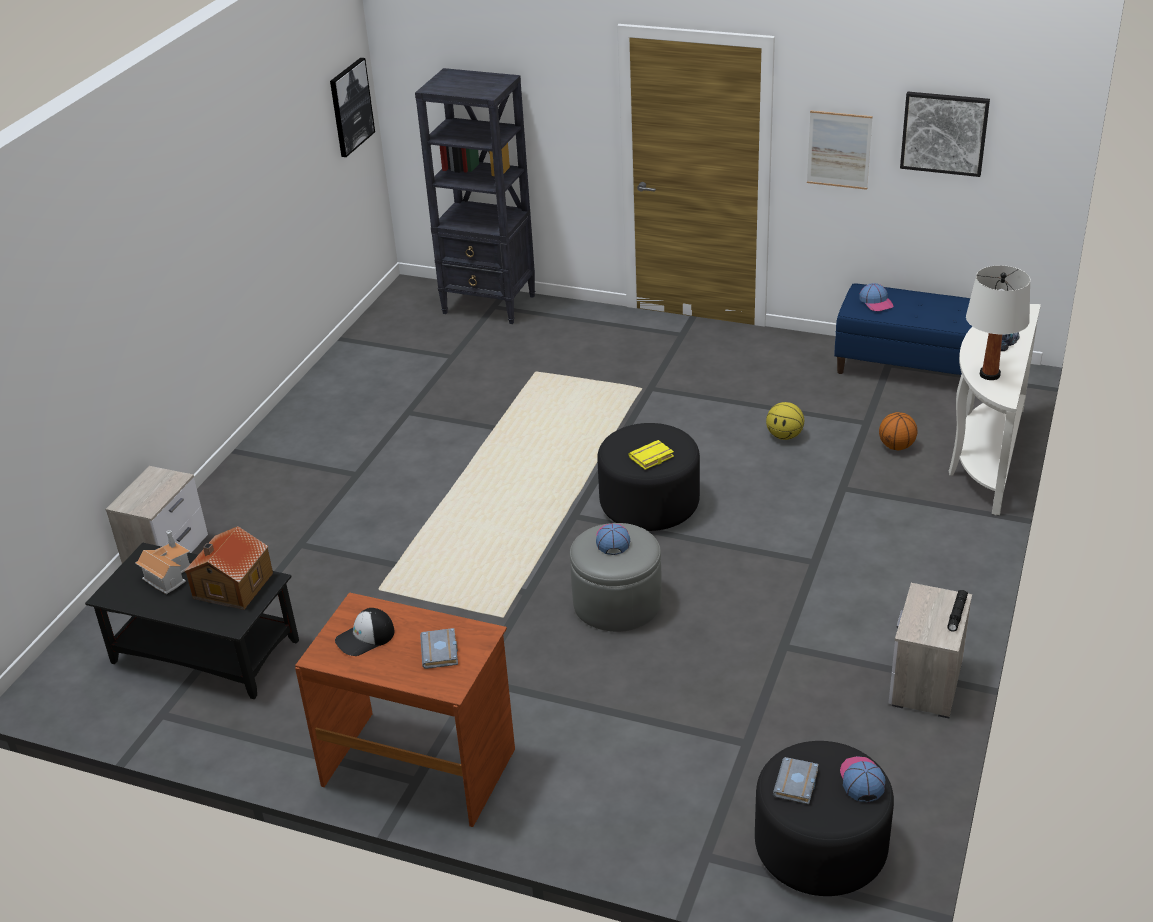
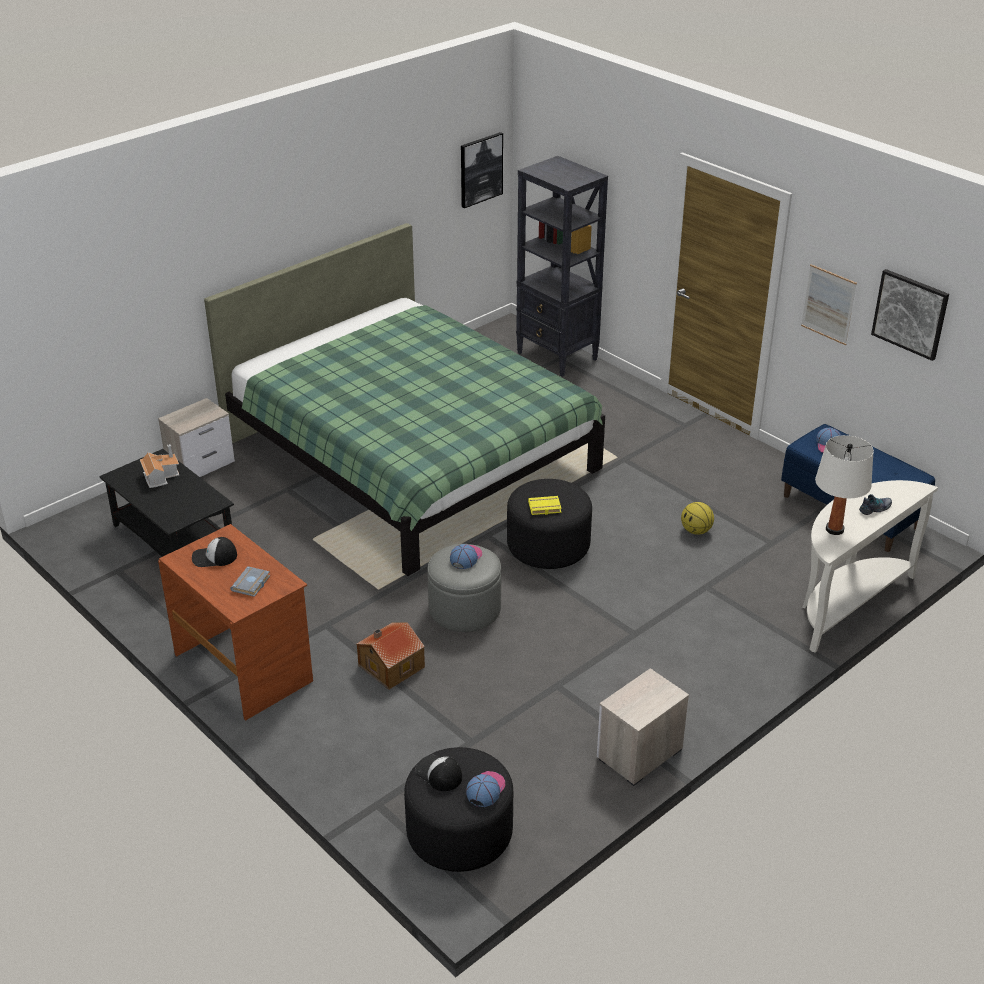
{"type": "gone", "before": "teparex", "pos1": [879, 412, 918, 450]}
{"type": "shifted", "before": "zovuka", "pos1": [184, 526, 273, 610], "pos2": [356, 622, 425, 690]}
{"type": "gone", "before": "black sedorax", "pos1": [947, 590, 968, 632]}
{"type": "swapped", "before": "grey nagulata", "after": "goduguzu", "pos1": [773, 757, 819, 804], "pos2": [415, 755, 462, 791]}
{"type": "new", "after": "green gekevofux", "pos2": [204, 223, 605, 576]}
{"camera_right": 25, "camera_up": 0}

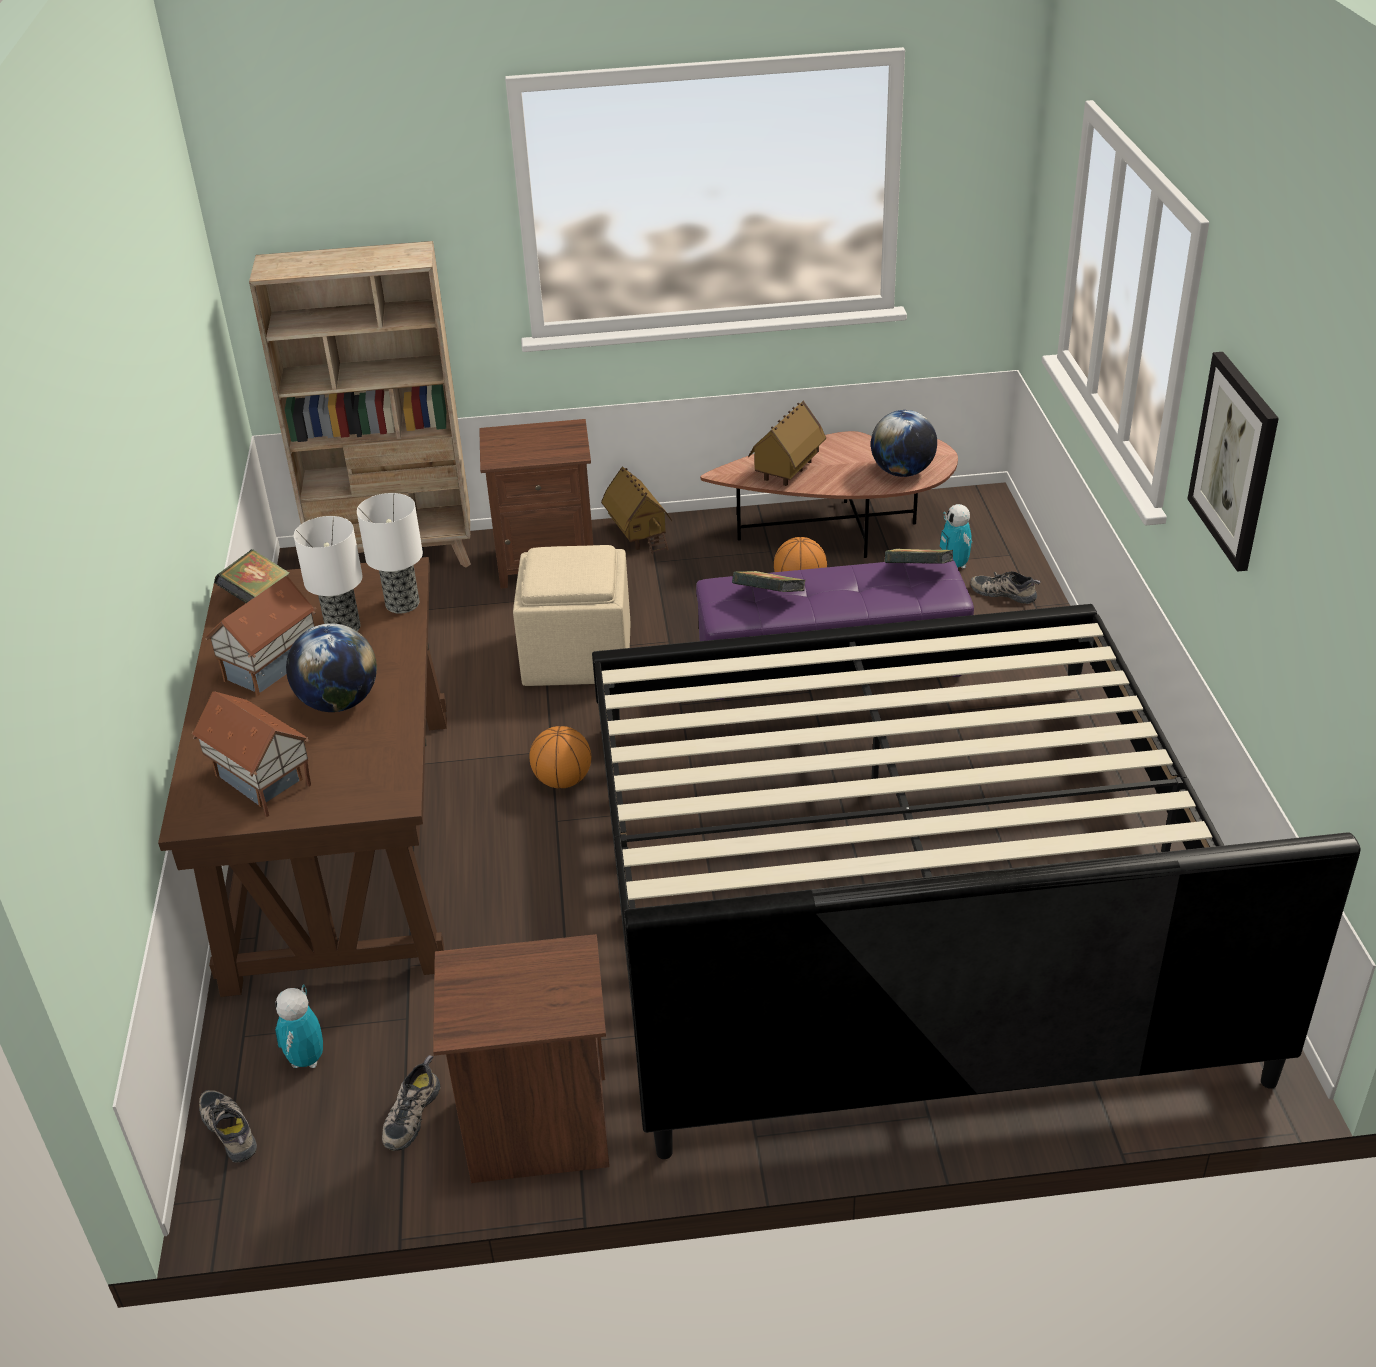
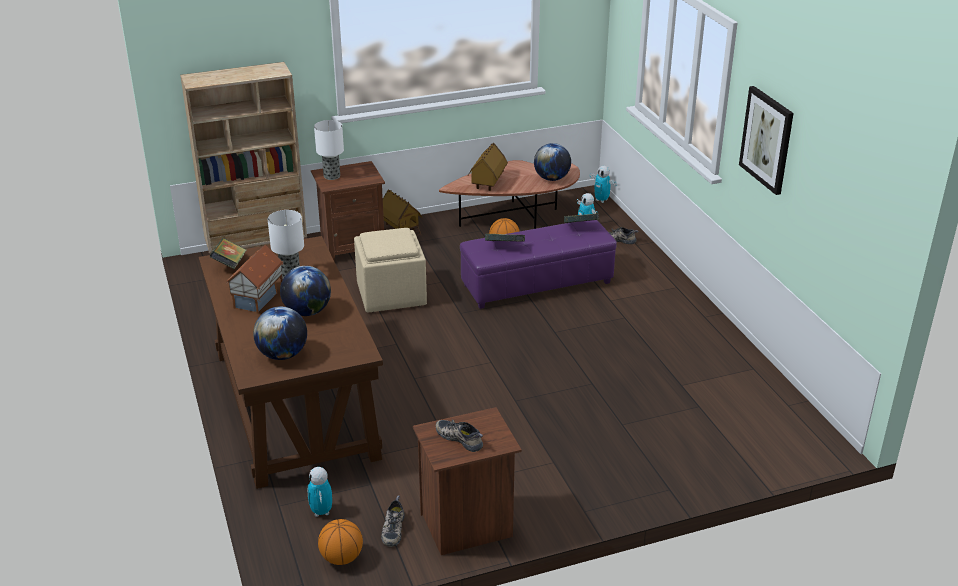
{"type": "shifted", "before": "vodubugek", "pos1": [357, 493, 423, 614], "pos2": [314, 120, 344, 180]}
{"type": "gone", "before": "gekevofux", "pos1": [592, 604, 1361, 1159]}
{"type": "swapped", "before": "zovuka", "after": "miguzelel", "pos1": [192, 691, 311, 817], "pos2": [253, 307, 307, 360]}
{"type": "shifted", "before": "teparex", "pos1": [529, 726, 591, 788], "pos2": [318, 519, 363, 565]}
{"type": "shifted", "before": "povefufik", "pos1": [199, 1090, 257, 1162], "pos2": [436, 420, 483, 452]}
{"type": "new", "after": "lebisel", "pos2": [590, 166, 617, 203]}
{"camera_right": -15, "camera_up": -5}

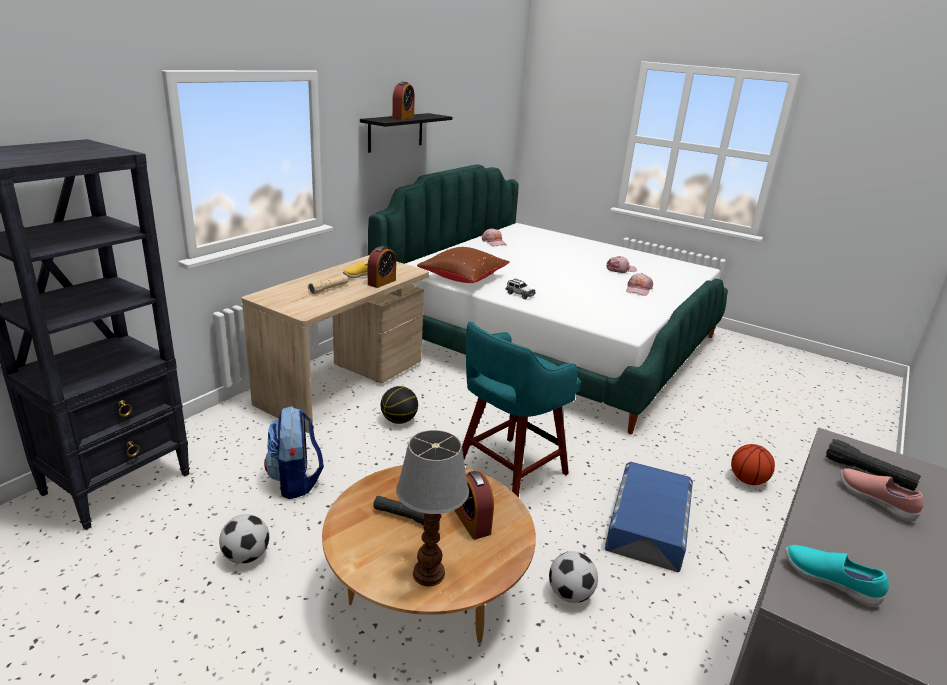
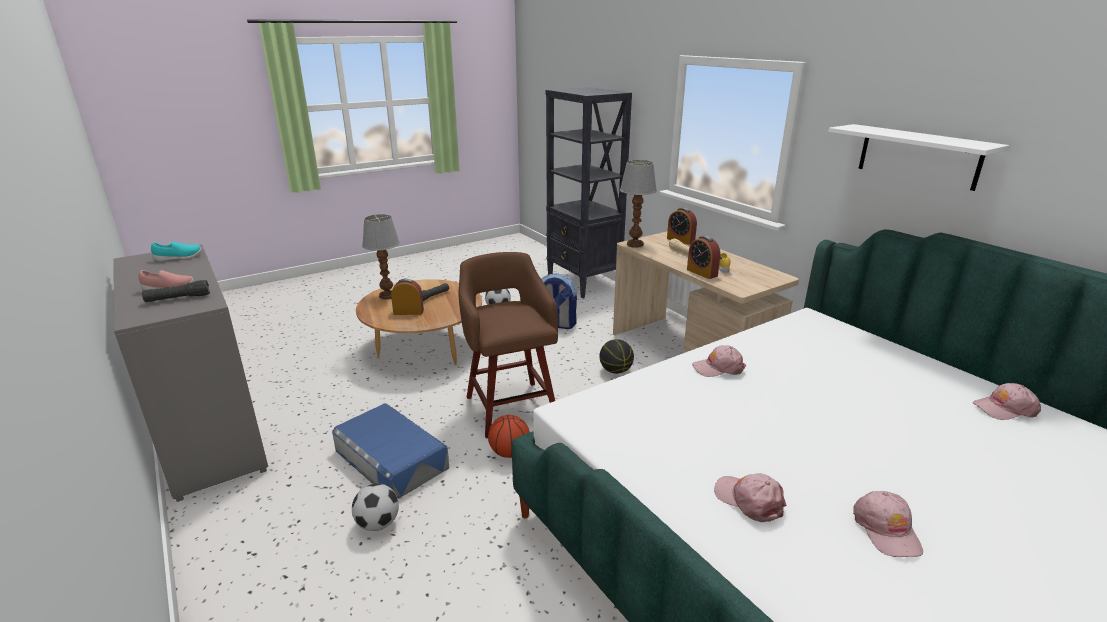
{"type": "shifted", "before": "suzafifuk", "pos1": [392, 81, 415, 120], "pos2": [667, 208, 697, 245]}
{"type": "repainted", "before": "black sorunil", "after": "white sorunil", "pos1": [360, 113, 452, 153], "pos2": [828, 124, 1010, 191]}
{"type": "gone", "before": "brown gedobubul", "pos1": [417, 247, 510, 283]}
{"type": "swapped", "before": "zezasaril", "after": "pink goduguzu", "pos1": [505, 279, 536, 299], "pos2": [692, 345, 746, 377]}
{"type": "repainted", "before": "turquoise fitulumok", "after": "brown fitulumok", "pos1": [462, 322, 581, 498], "pos2": [458, 252, 558, 439]}
{"type": "shifted", "before": "teparex", "pos1": [731, 444, 775, 485], "pos2": [488, 415, 530, 458]}
{"type": "shifted", "before": "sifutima", "pos1": [549, 551, 598, 603], "pos2": [352, 484, 399, 531]}
{"type": "new", "after": "vodubugek", "pos2": [620, 160, 657, 248]}
{"camera_right": 115, "camera_up": 0}

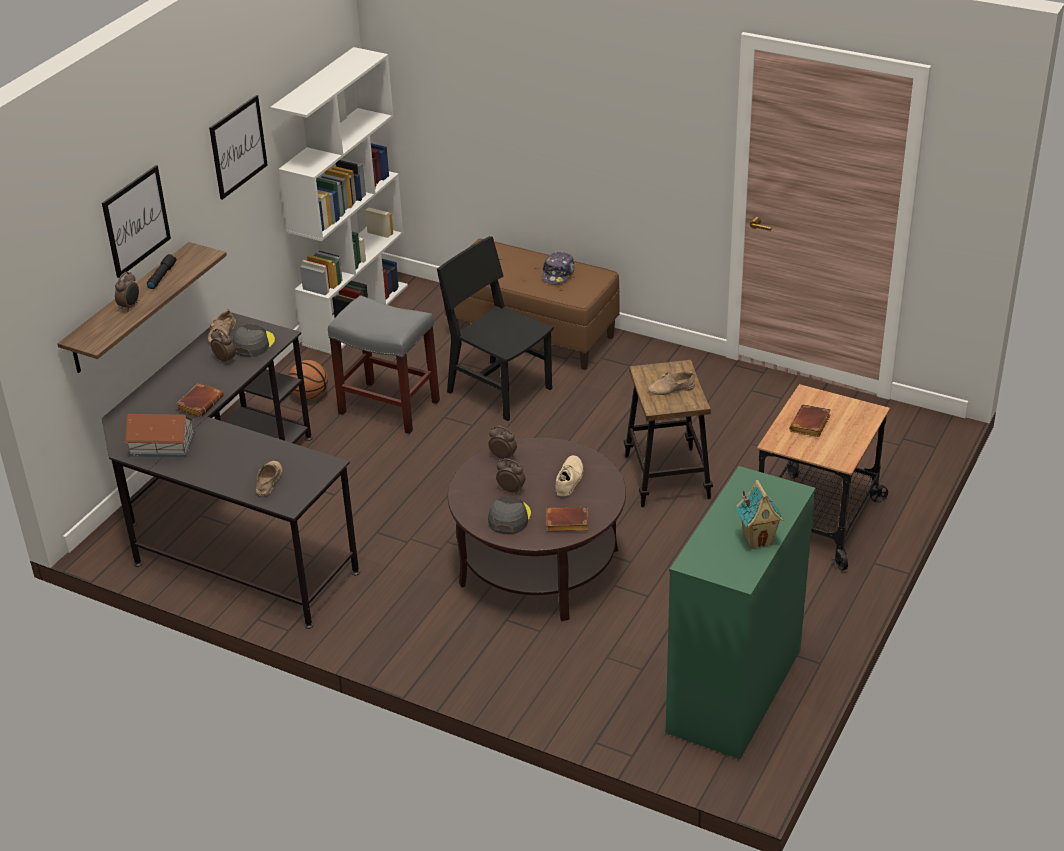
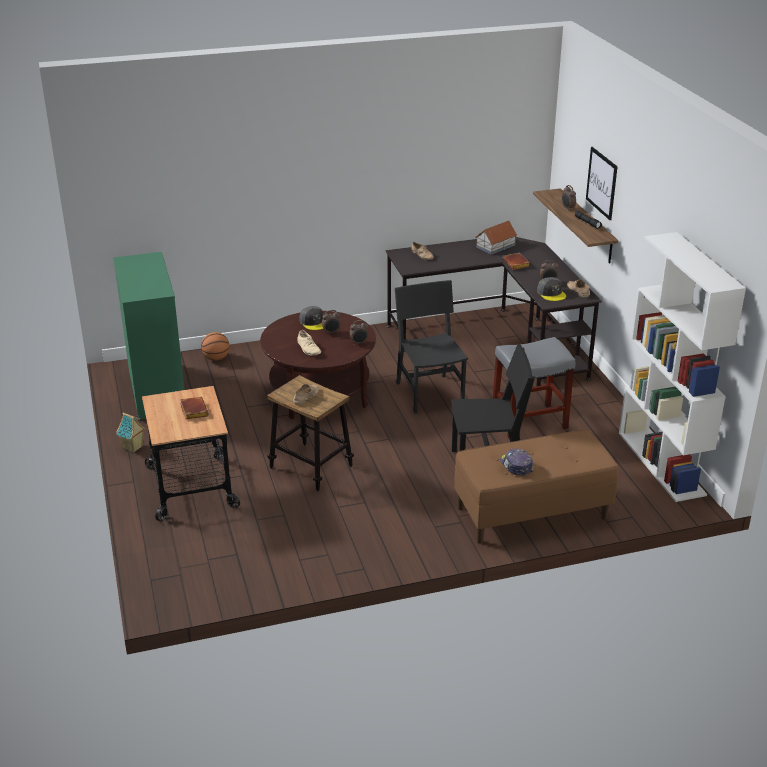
{"type": "gone", "before": "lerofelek", "pos1": [209, 95, 268, 200]}
{"type": "shifted", "before": "teparex", "pos1": [288, 360, 328, 400], "pos2": [201, 332, 230, 361]}
{"type": "shifted", "before": "zovuka", "pos1": [736, 480, 784, 549], "pos2": [116, 413, 146, 453]}
{"type": "gone", "before": "brown nagulata", "pos1": [546, 507, 588, 532]}
{"type": "new", "after": "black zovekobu", "pos2": [395, 280, 468, 414]}
{"camera_right": 135, "camera_up": -5}

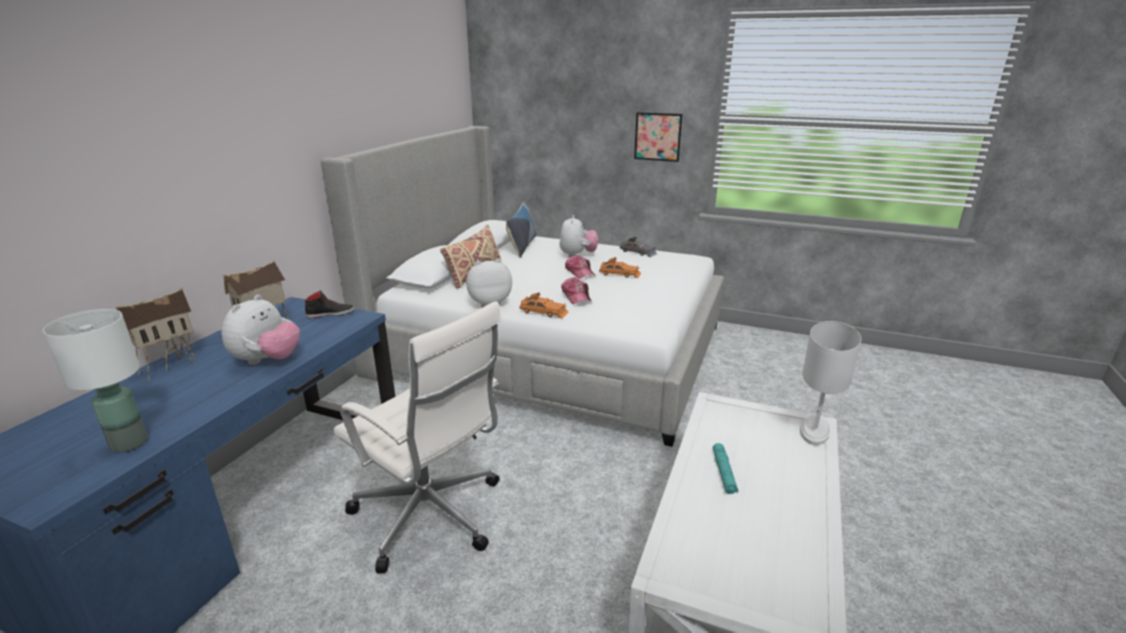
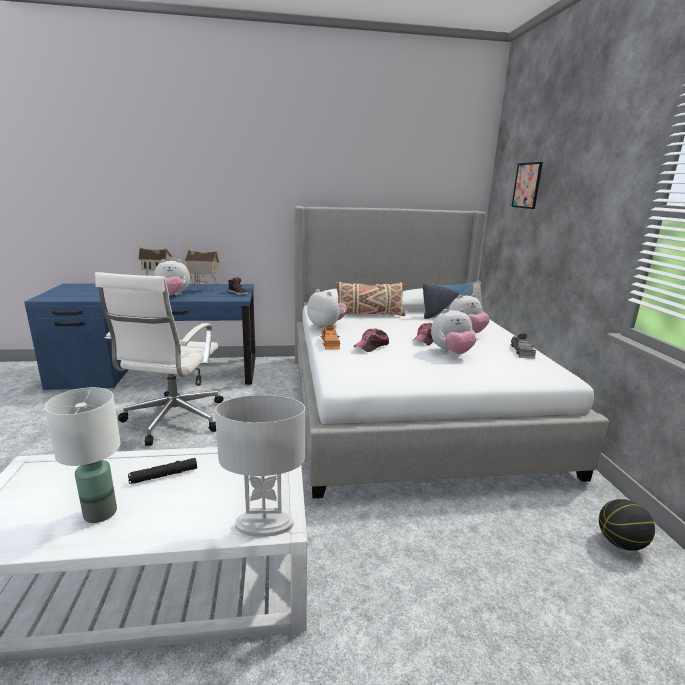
{"type": "shifted", "before": "lerofelek", "pos1": [634, 112, 683, 162], "pos2": [511, 162, 543, 209]}
{"type": "swapped", "before": "orange zezasaril", "after": "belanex", "pos1": [599, 257, 641, 278], "pos2": [431, 309, 477, 354]}
{"type": "shifted", "before": "white vodubugek", "pos1": [43, 309, 148, 452], "pos2": [44, 387, 120, 523]}
{"type": "repainted", "before": "turquoise sedorax", "after": "black sedorax", "pos1": [713, 443, 738, 494], "pos2": [128, 458, 197, 484]}
{"type": "new", "after": "teparex", "pos2": [599, 499, 655, 551]}
{"camera_right": 60, "camera_up": -5}

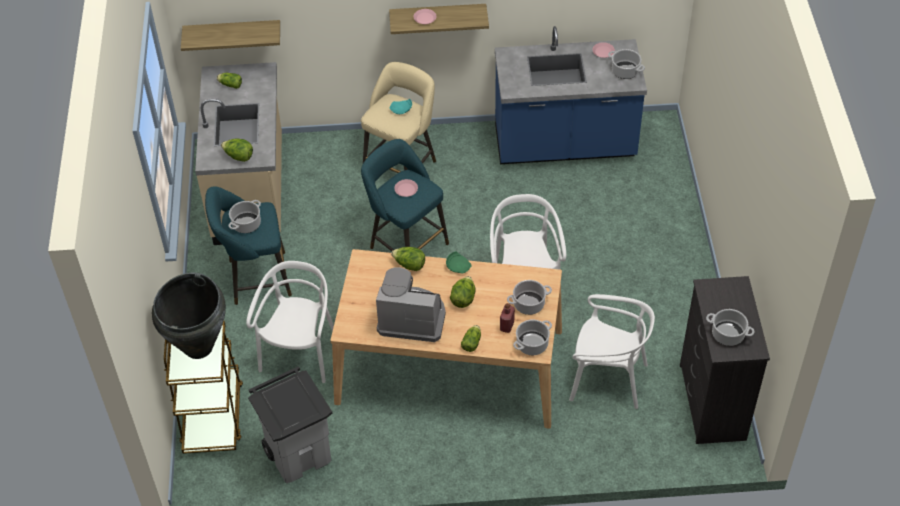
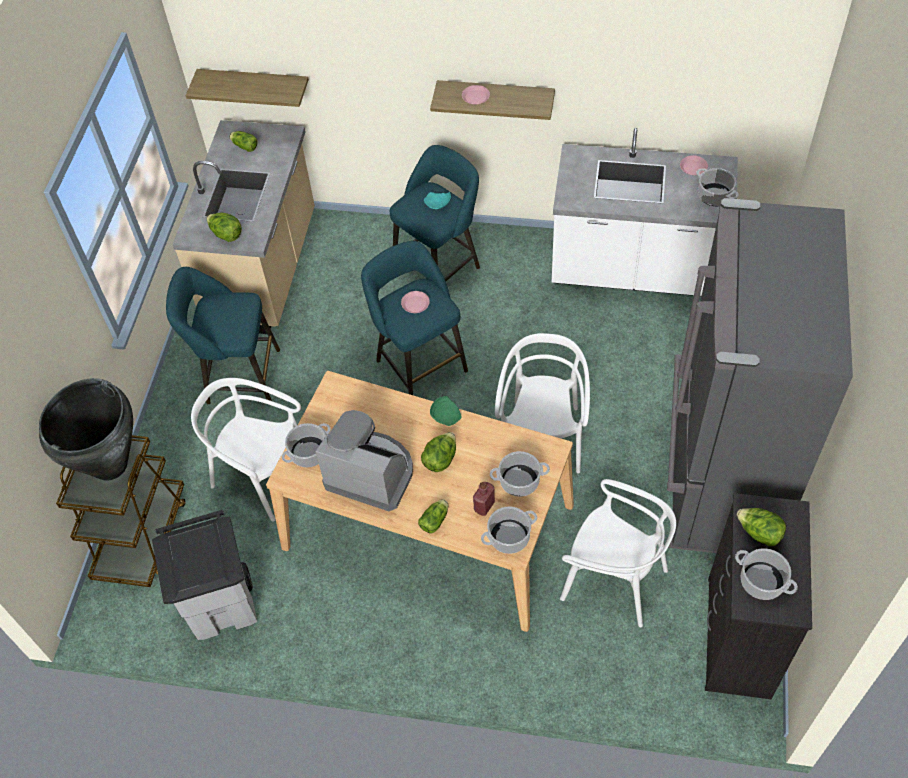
{"type": "repainted", "before": "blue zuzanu", "after": "white zuzanu", "pos1": [495, 26, 647, 164], "pos2": [552, 128, 738, 296]}
{"type": "repainted", "before": "beige fitulumok", "after": "turquoise fitulumok", "pos1": [361, 62, 436, 173], "pos2": [390, 145, 480, 281]}
{"type": "shifted", "before": "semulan", "pos1": [229, 200, 261, 233], "pos2": [282, 423, 331, 467]}
{"type": "shifted", "before": "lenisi", "pos1": [391, 247, 425, 271], "pos2": [737, 508, 786, 547]}
{"type": "rotated", "before": "white zovekobu", "pos1": [246, 261, 334, 383], "pos2": [191, 378, 301, 521], "turn": -90}
{"type": "new", "after": "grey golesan", "pos2": [666, 198, 853, 553]}
{"camera_right": 15, "camera_up": 5}

